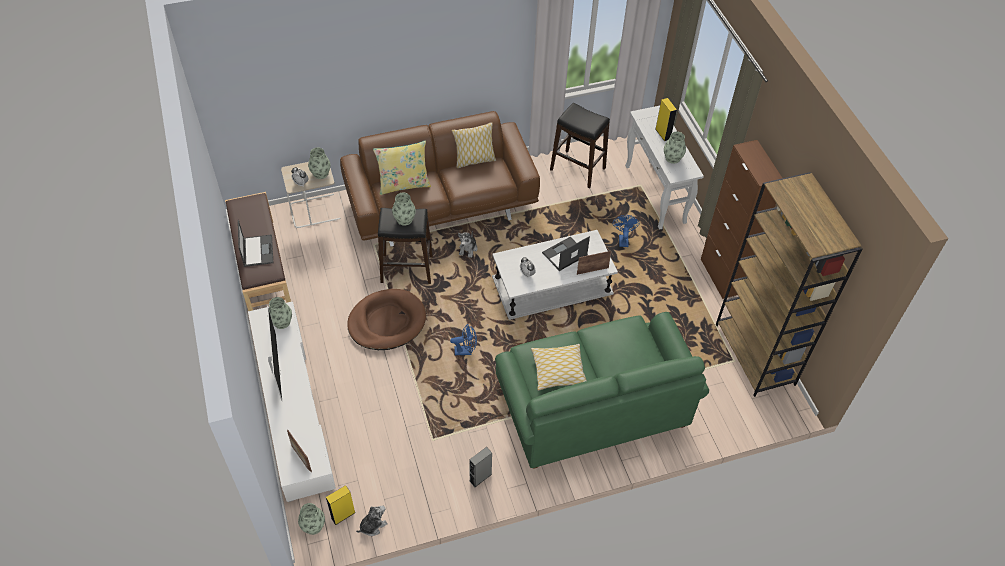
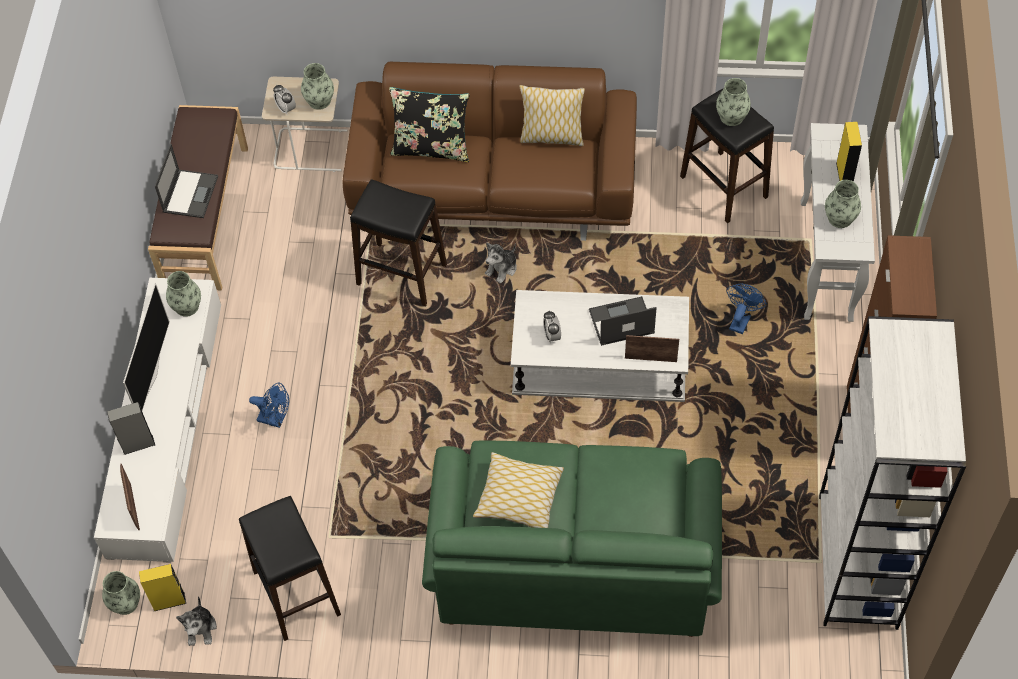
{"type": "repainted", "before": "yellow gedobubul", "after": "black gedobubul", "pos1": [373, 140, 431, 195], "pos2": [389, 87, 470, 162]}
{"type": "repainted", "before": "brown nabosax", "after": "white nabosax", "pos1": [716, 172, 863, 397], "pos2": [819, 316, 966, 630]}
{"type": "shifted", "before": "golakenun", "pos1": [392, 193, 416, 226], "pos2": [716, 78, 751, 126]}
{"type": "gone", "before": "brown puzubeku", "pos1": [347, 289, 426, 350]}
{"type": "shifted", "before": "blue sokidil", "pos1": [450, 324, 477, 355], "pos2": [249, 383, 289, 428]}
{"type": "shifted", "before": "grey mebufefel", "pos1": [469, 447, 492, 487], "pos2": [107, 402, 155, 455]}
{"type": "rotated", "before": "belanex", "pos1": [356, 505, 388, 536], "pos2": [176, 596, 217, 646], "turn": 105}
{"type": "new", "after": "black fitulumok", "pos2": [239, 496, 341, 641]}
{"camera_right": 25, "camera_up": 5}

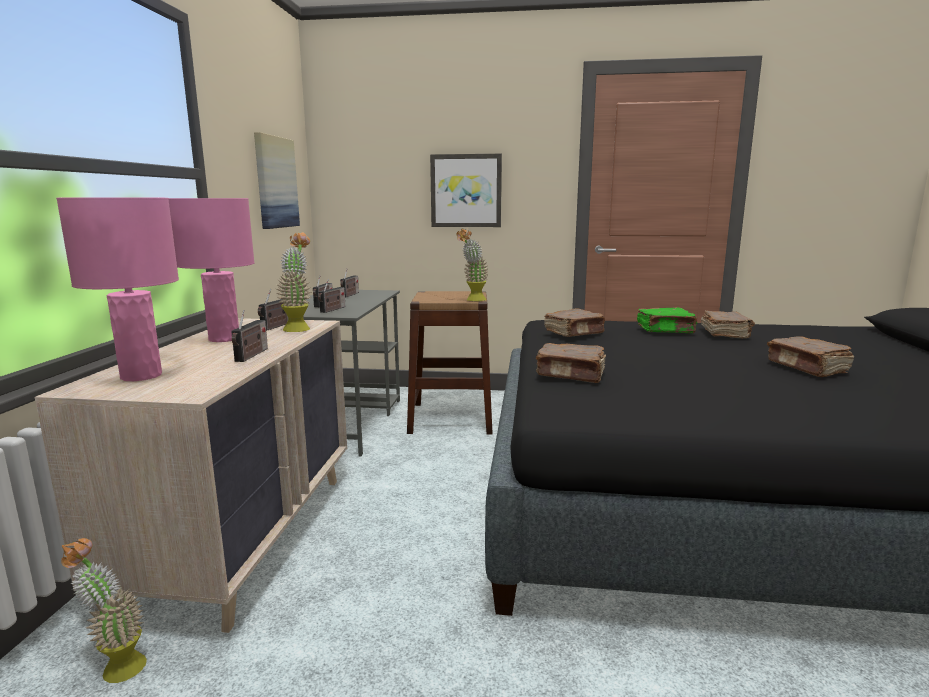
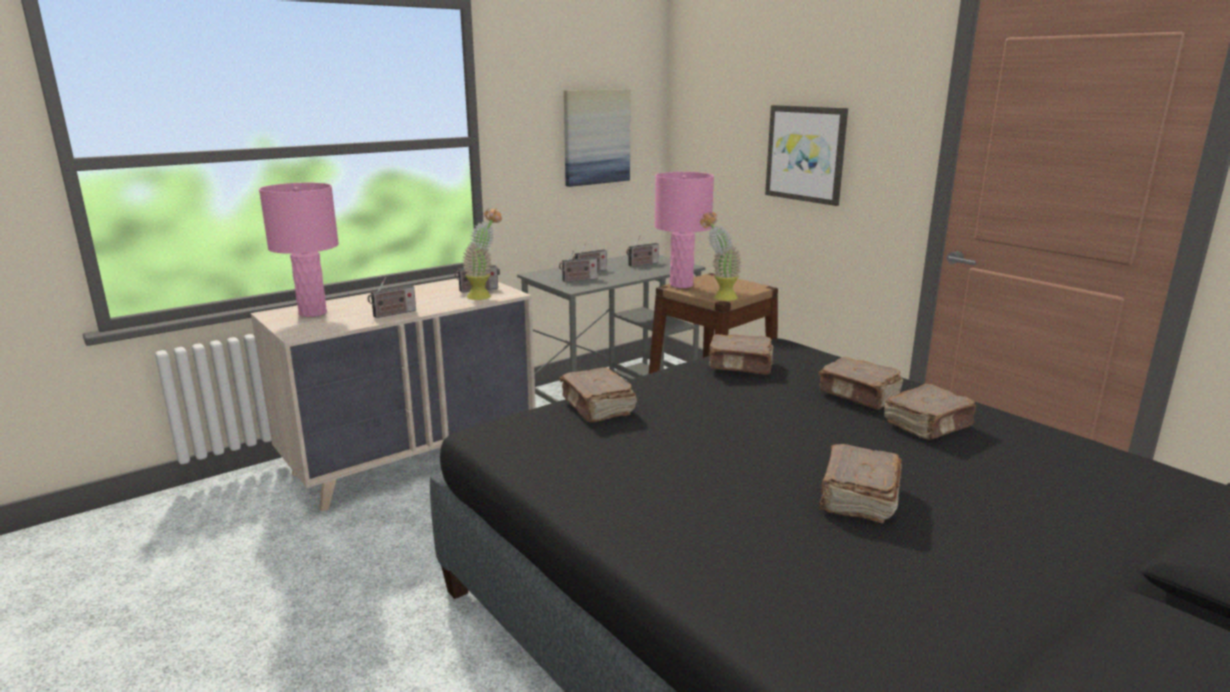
{"type": "shifted", "before": "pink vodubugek", "pos1": [169, 198, 255, 342], "pos2": [654, 172, 714, 288]}
{"type": "repainted", "before": "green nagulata", "after": "brown nagulata", "pos1": [637, 307, 697, 333], "pos2": [818, 357, 903, 410]}
{"type": "gone", "before": "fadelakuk", "pos1": [61, 538, 147, 683]}
{"camera_right": 45, "camera_up": 5}

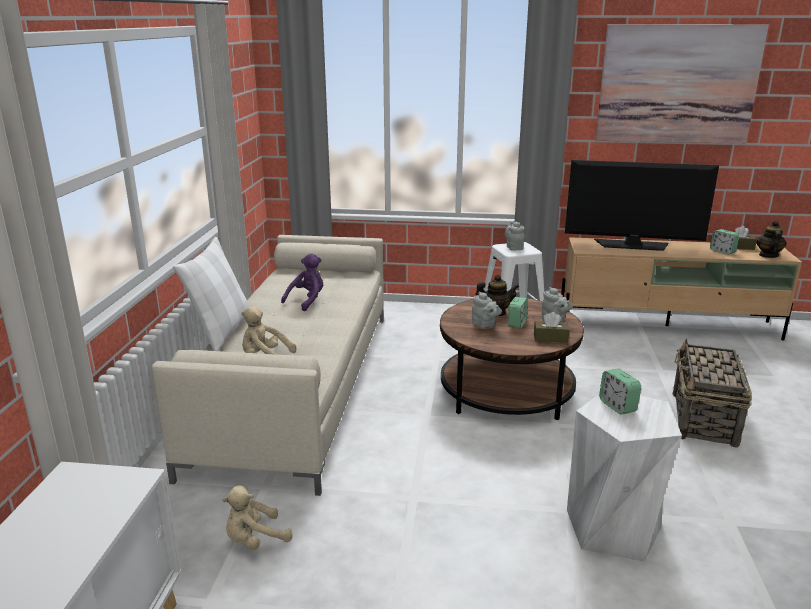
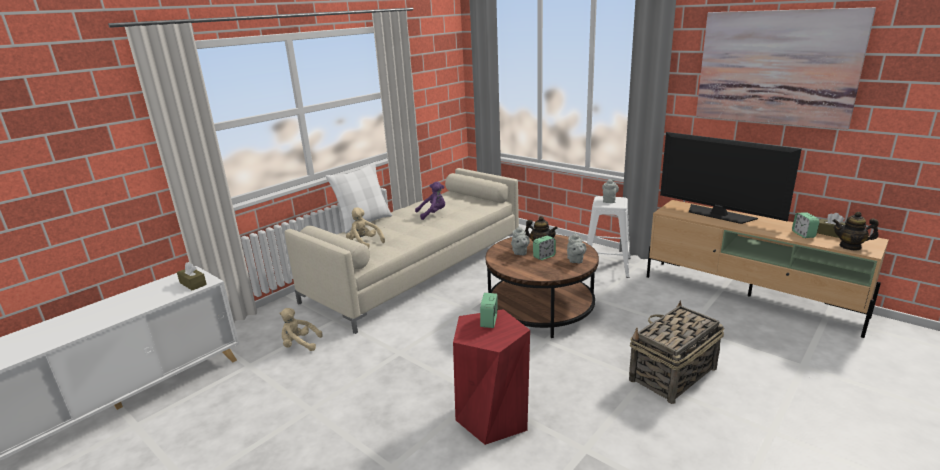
{"type": "rotated", "before": "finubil", "pos1": [757, 221, 787, 258], "pos2": [833, 212, 879, 250], "turn": -120}
{"type": "shifted", "before": "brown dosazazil", "pos1": [534, 312, 569, 343], "pos2": [177, 262, 207, 291]}
{"type": "repainted", "before": "white fitulumok", "after": "red fitulumok", "pos1": [567, 395, 682, 562], "pos2": [453, 309, 530, 445]}
{"camera_right": 35, "camera_up": 0}

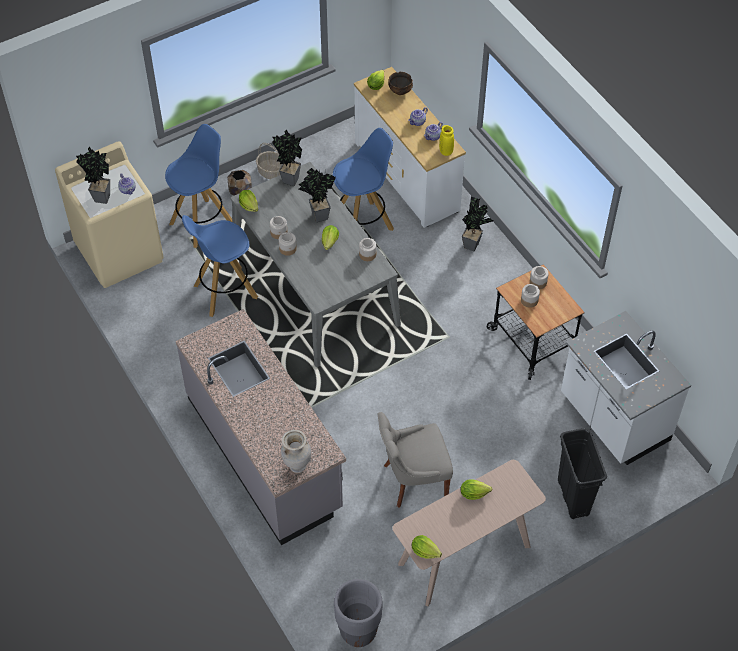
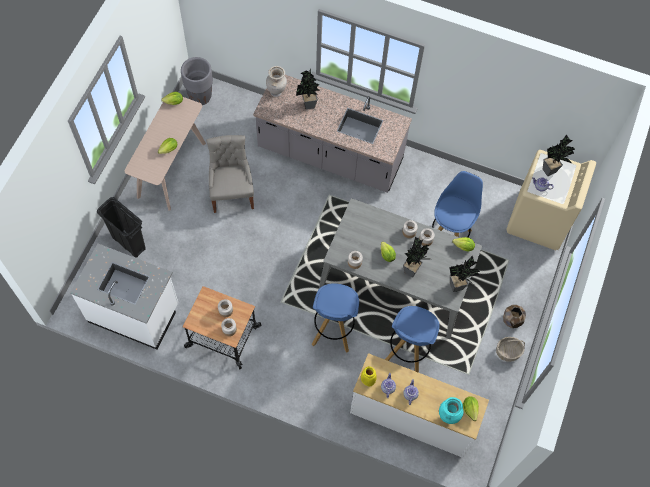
{"type": "swapped", "before": "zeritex", "after": "turquoise golakenun", "pos1": [389, 72, 413, 95], "pos2": [439, 397, 463, 424]}
{"type": "shifted", "before": "blue fitulumok", "pos1": [165, 124, 232, 248], "pos2": [312, 283, 359, 353]}
{"type": "shifted", "before": "fadelakuk", "pos1": [462, 197, 493, 252], "pos2": [296, 68, 320, 110]}
{"type": "rotated", "before": "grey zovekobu", "pos1": [378, 412, 453, 508], "pos2": [206, 135, 254, 213], "turn": -45}
{"camera_right": 140, "camera_up": 10}

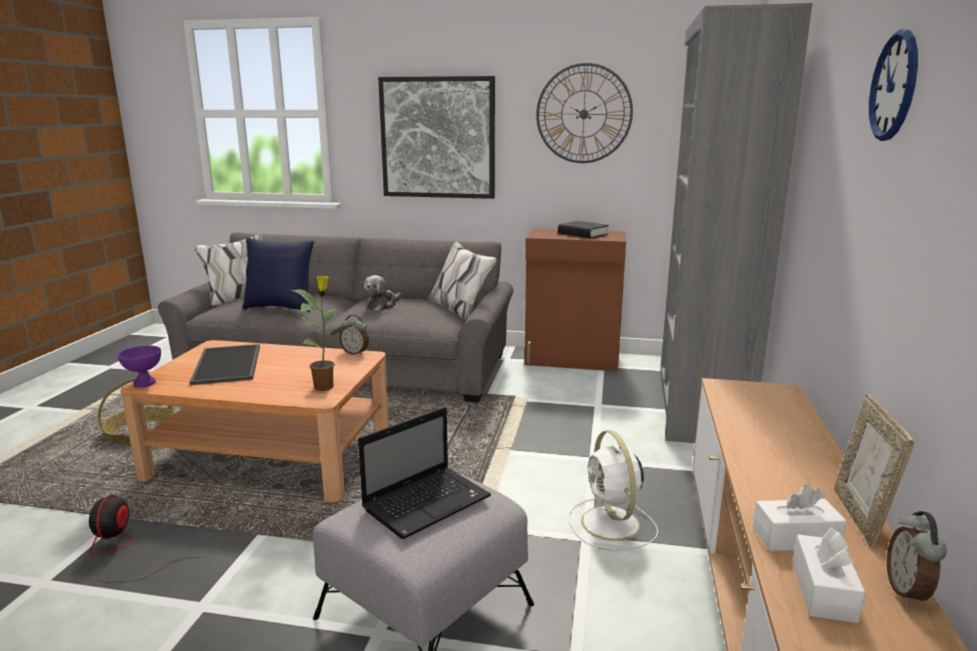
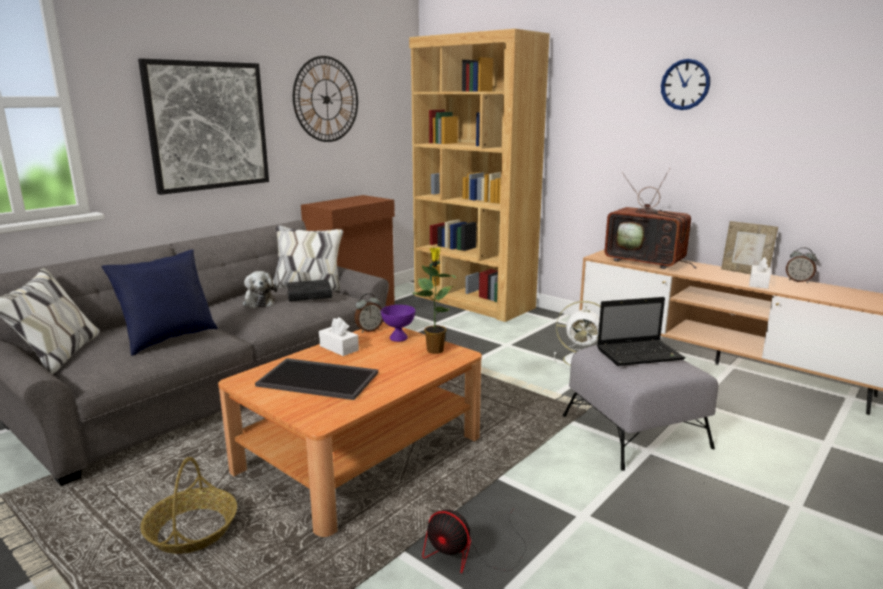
{"type": "repainted", "before": "grey nabosax", "after": "brown nabosax", "pos1": [660, 3, 813, 443], "pos2": [409, 29, 550, 322]}
{"type": "shifted", "before": "black nagulata", "pos1": [558, 221, 609, 238], "pos2": [287, 280, 332, 301]}
{"type": "shifted", "before": "purple zeritex", "pos1": [117, 345, 161, 387], "pos2": [381, 305, 415, 342]}
{"type": "rotated", "before": "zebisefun", "pos1": [358, 407, 491, 539], "pos2": [597, 297, 685, 366], "turn": 90}
{"type": "shifted", "before": "white dosazazil", "pos1": [793, 527, 865, 623], "pos2": [319, 317, 359, 356]}
{"type": "new", "after": "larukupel", "pos2": [605, 168, 697, 269]}
{"camera_right": -60, "camera_up": 0}

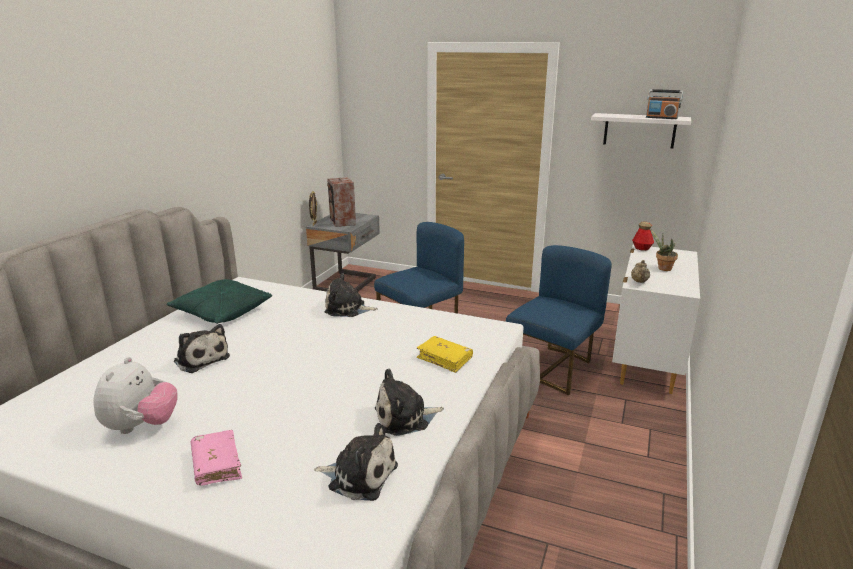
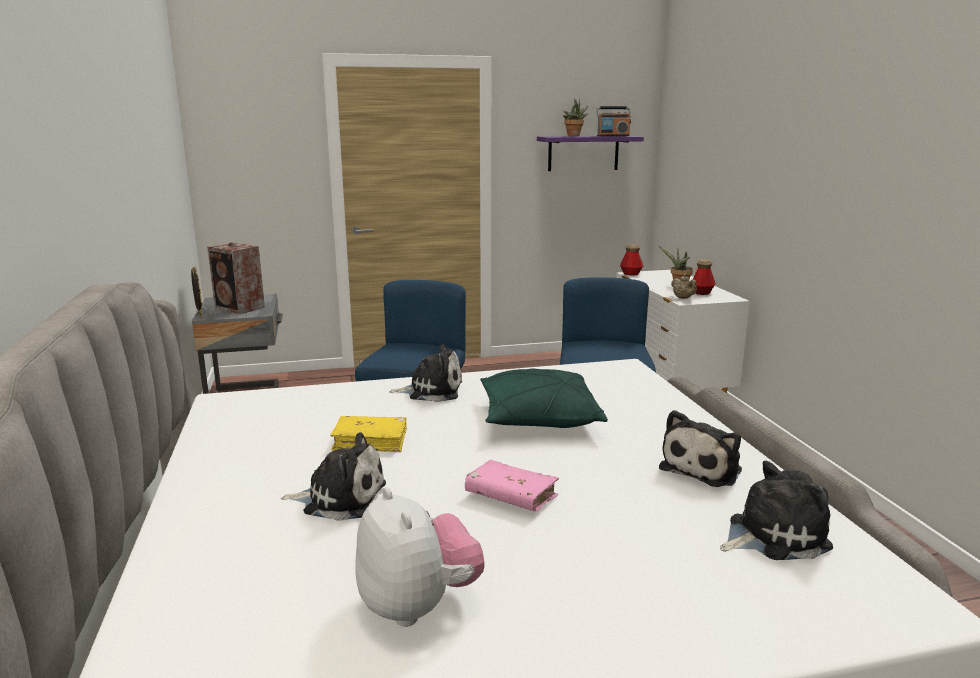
{"type": "repainted", "before": "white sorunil", "after": "purple sorunil", "pos1": [591, 113, 691, 149], "pos2": [537, 136, 644, 171]}
{"type": "rotated", "before": "belanex", "pos1": [324, 273, 378, 317], "pos2": [389, 345, 462, 402], "turn": -150}
{"type": "shifted", "before": "green gedobubul", "pos1": [167, 279, 272, 324], "pos2": [480, 369, 608, 428]}
{"type": "shifted", "before": "yellow nagulata", "pos1": [417, 336, 473, 373], "pos2": [331, 416, 407, 452]}
{"type": "shifted", "before": "pink nagulata", "pos1": [191, 430, 242, 486], "pos2": [465, 460, 559, 512]}
{"type": "new", "after": "fadelakuk", "pos2": [563, 98, 589, 136]}
{"type": "new", "after": "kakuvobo", "pos2": [692, 260, 716, 295]}
{"camera_right": -35, "camera_up": -5}

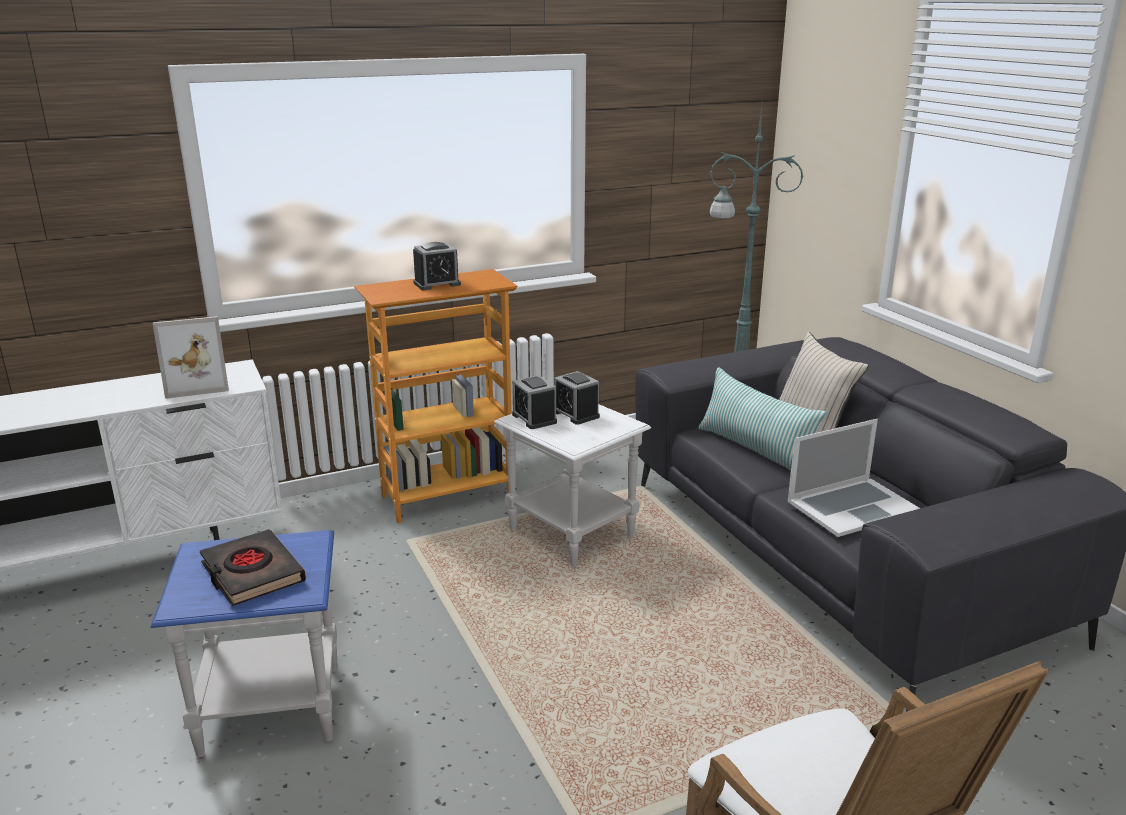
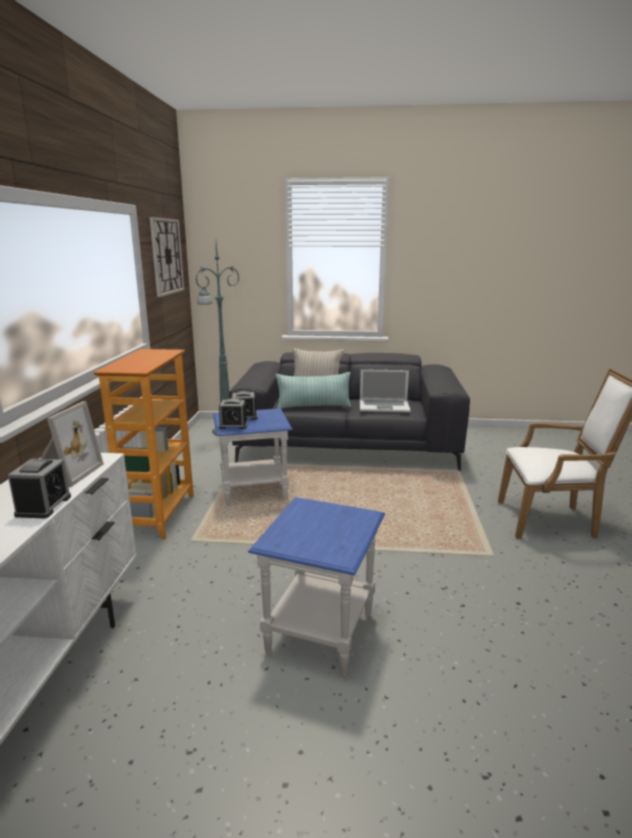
{"type": "shifted", "before": "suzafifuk", "pos1": [413, 242, 461, 290], "pos2": [8, 459, 71, 518]}
{"type": "repainted", "before": "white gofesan", "after": "blue gofesan", "pos1": [494, 405, 651, 567], "pos2": [213, 408, 293, 506]}
{"type": "rotated", "before": "zebisefun", "pos1": [788, 419, 920, 537], "pos2": [360, 369, 410, 412], "turn": 90}
{"type": "gone", "before": "black nagulata", "pos1": [199, 529, 306, 606]}
{"type": "new", "after": "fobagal", "pos2": [150, 217, 184, 297]}
{"camera_right": -60, "camera_up": -5}

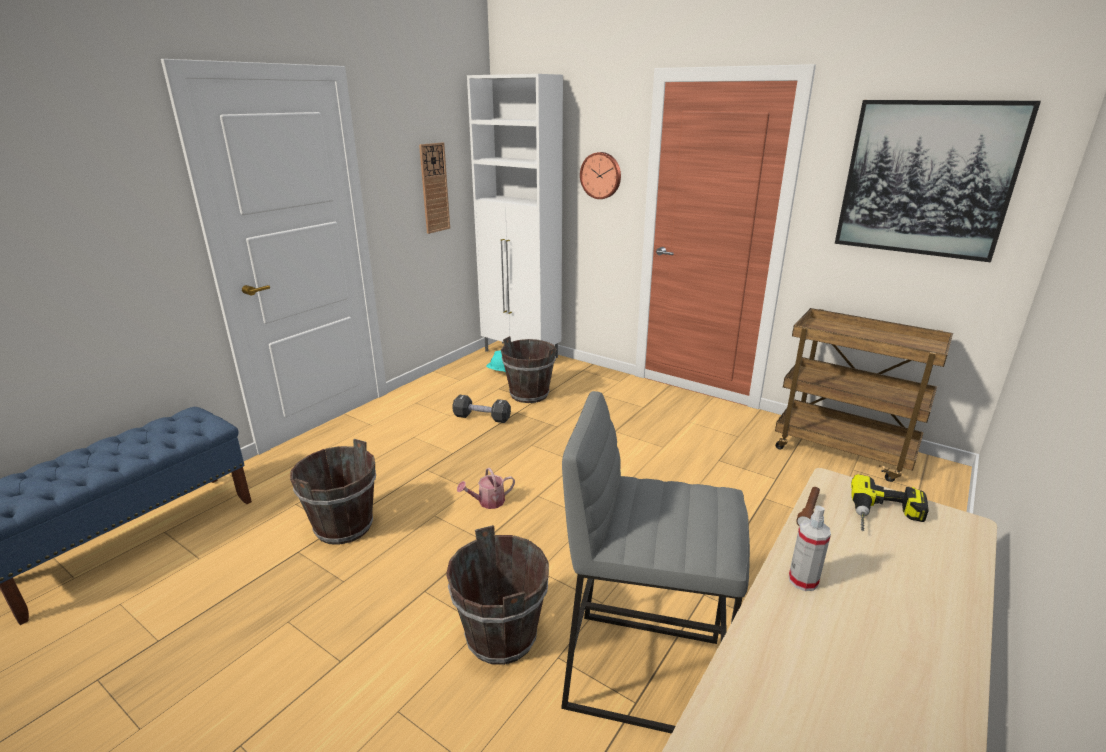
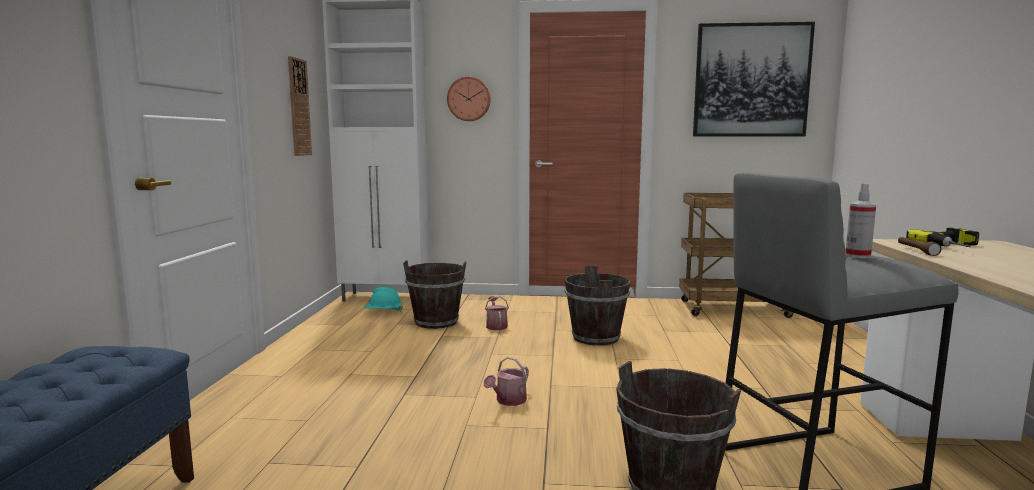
{"type": "gone", "before": "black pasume", "pos1": [452, 395, 511, 423]}
{"type": "shifted", "before": "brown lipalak", "pos1": [290, 439, 376, 545], "pos2": [564, 266, 631, 346]}
{"type": "shifted", "before": "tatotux", "pos1": [789, 506, 831, 591], "pos2": [845, 184, 876, 258]}
{"type": "new", "after": "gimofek", "pos2": [485, 296, 509, 330]}
{"camera_right": -30, "camera_up": -15}

